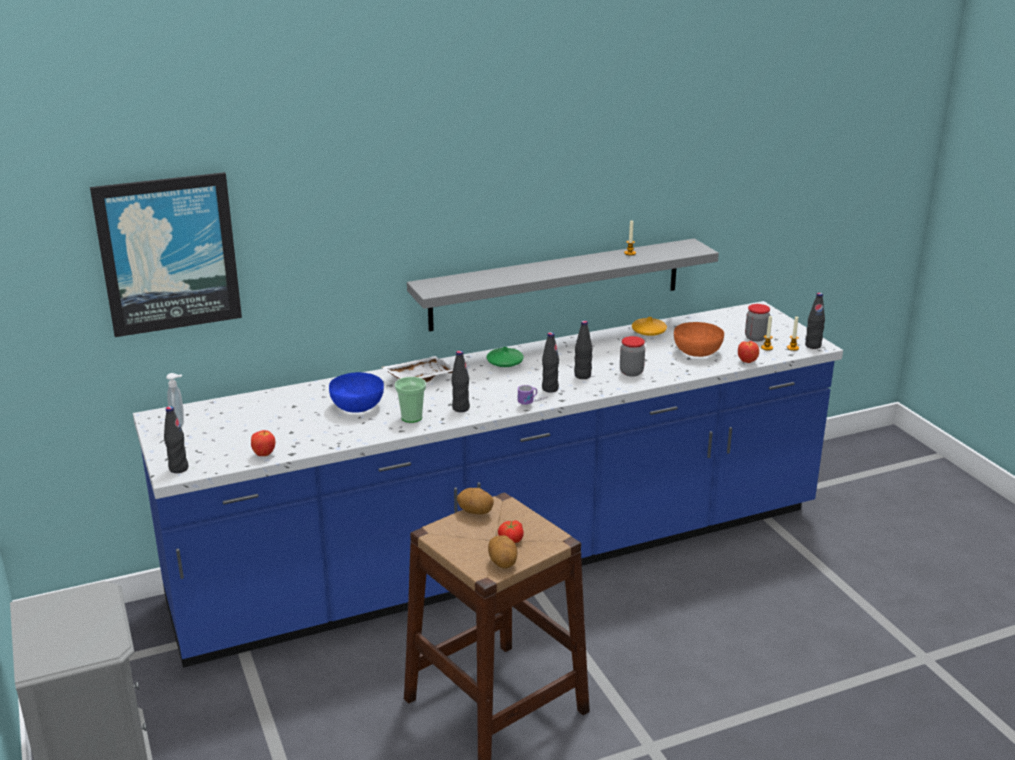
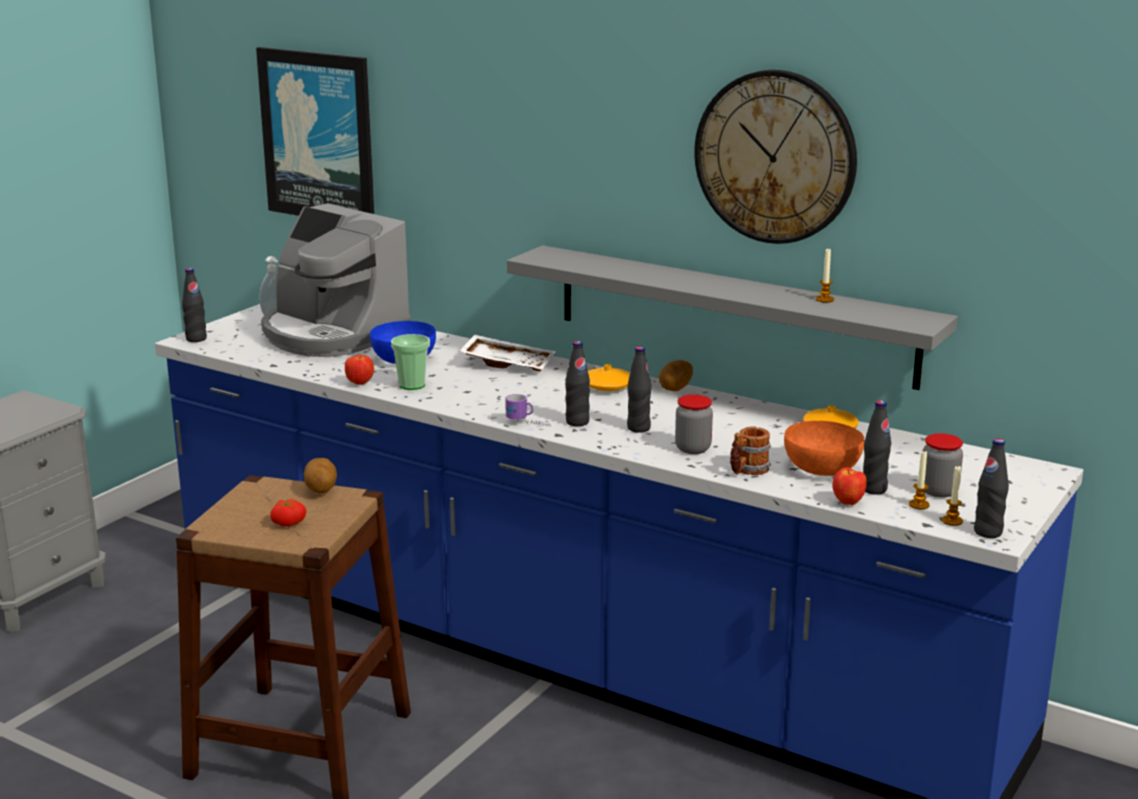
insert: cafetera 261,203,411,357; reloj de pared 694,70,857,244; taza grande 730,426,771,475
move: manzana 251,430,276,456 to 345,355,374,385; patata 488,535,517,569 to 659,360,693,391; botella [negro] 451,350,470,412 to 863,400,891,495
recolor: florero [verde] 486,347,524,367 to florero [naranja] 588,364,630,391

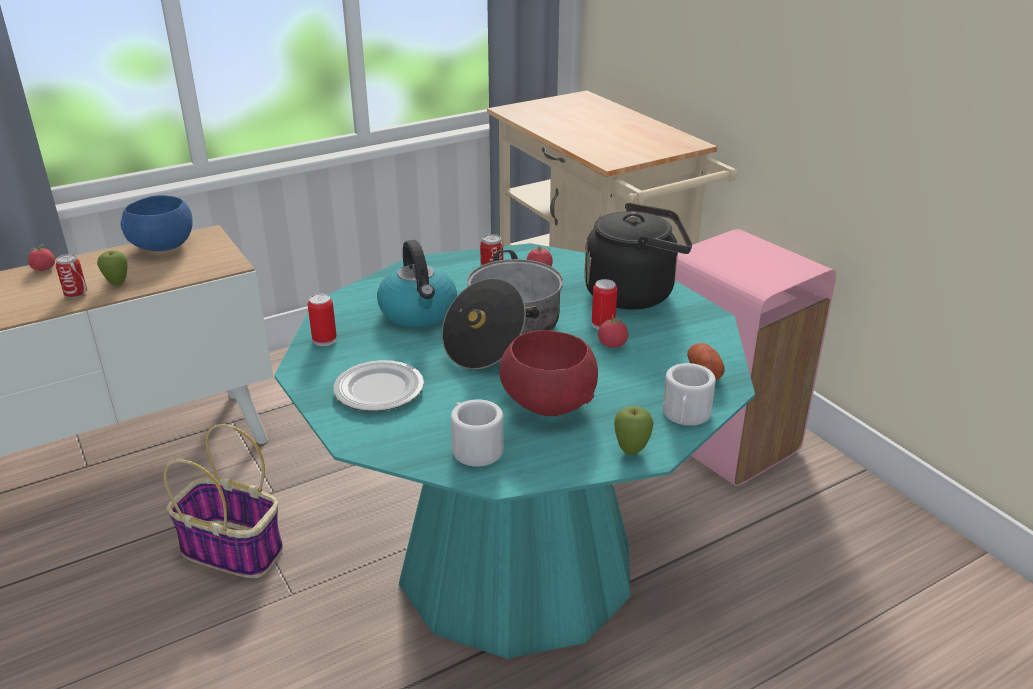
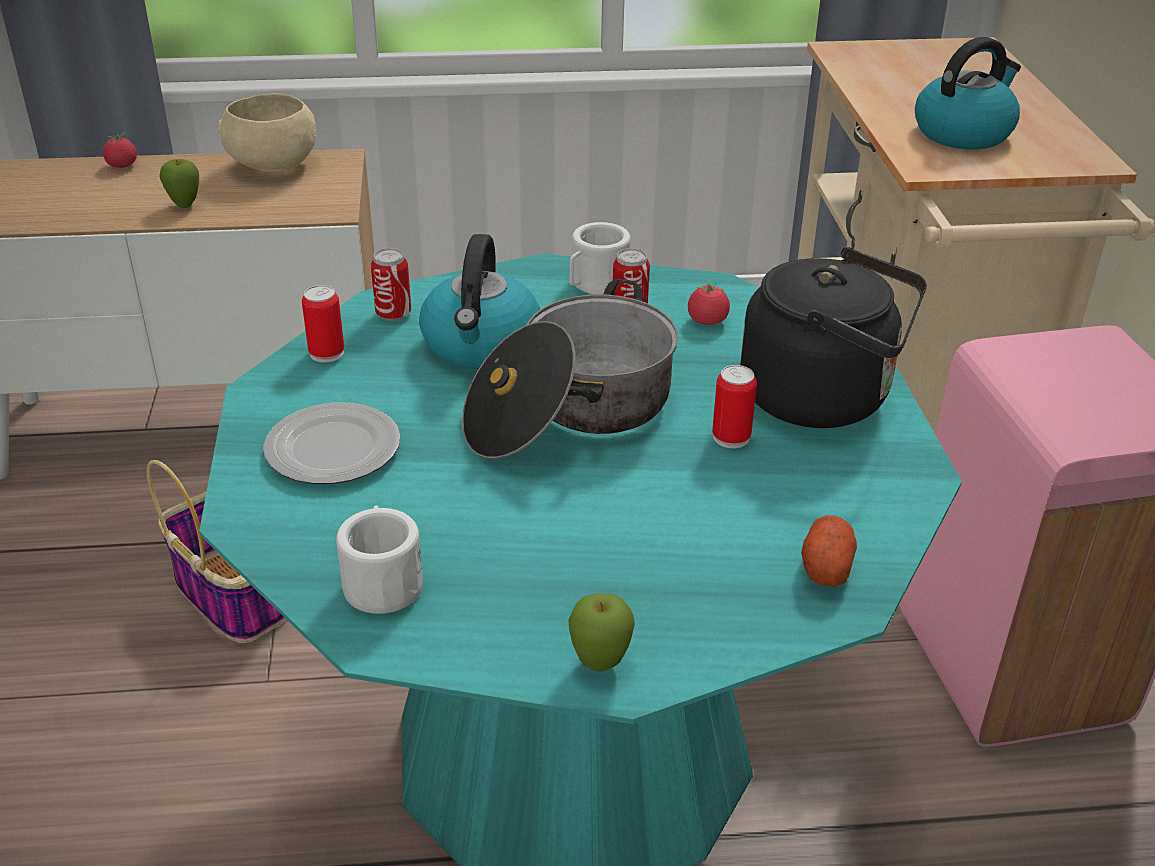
delete: cuenco [rojo] 499,330,598,416; tomate 598,314,628,348
insert: hervidor 915,37,1021,150
move: lata 56,254,87,298 to 371,248,411,321; taza grande [blanco] 663,363,716,426 to 569,222,631,295
recolor: cuenco [azul] 120,195,193,251 to cuenco [beis] 217,93,317,172

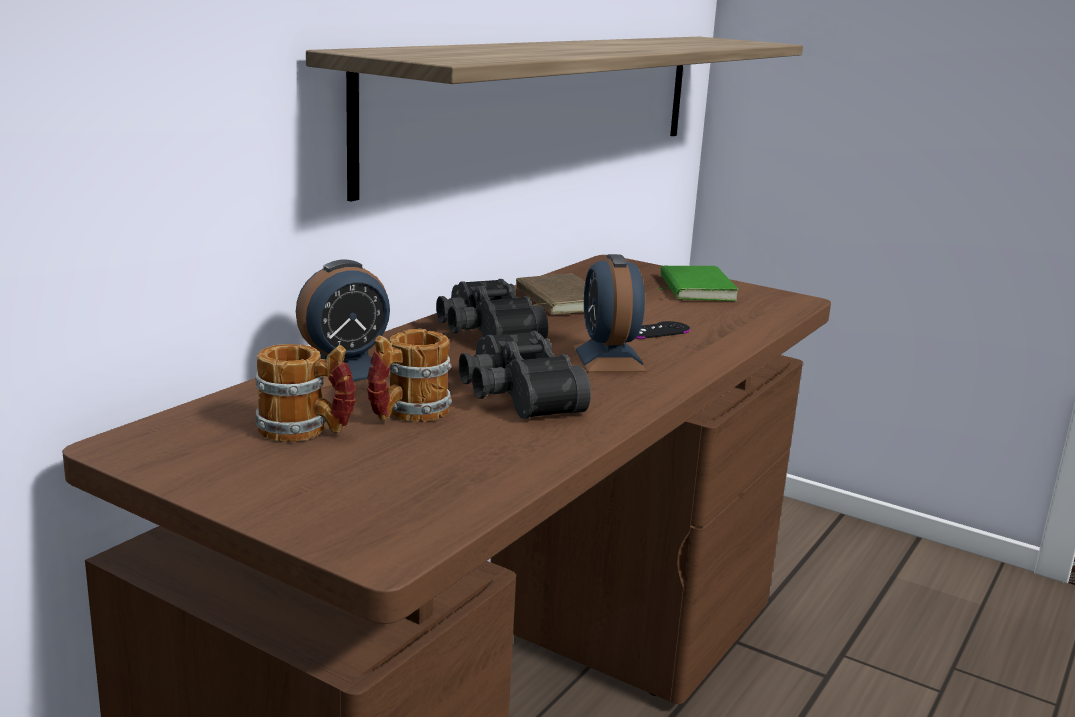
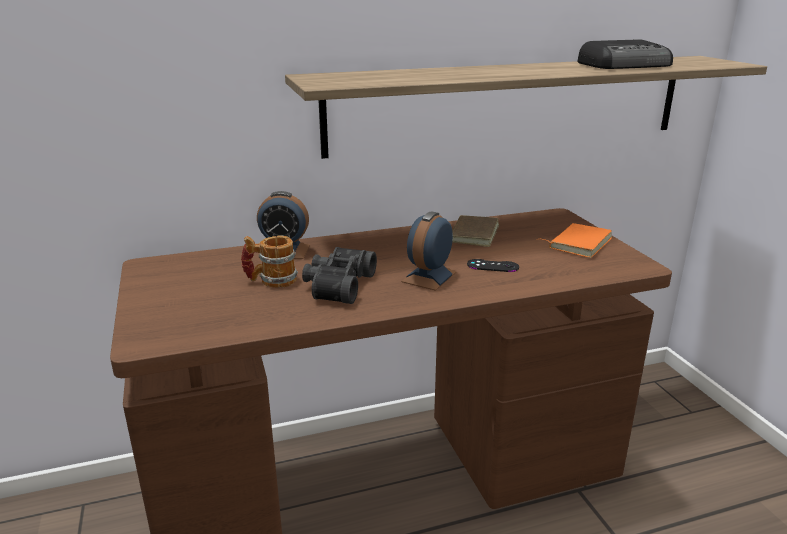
delete: taza grande 255,344,356,442; prismáticos [negro] 436,279,548,339
insert: radio 578,39,673,69
recolor: libro [verde] 657,266,739,301 to libro [naranja] 536,223,612,258

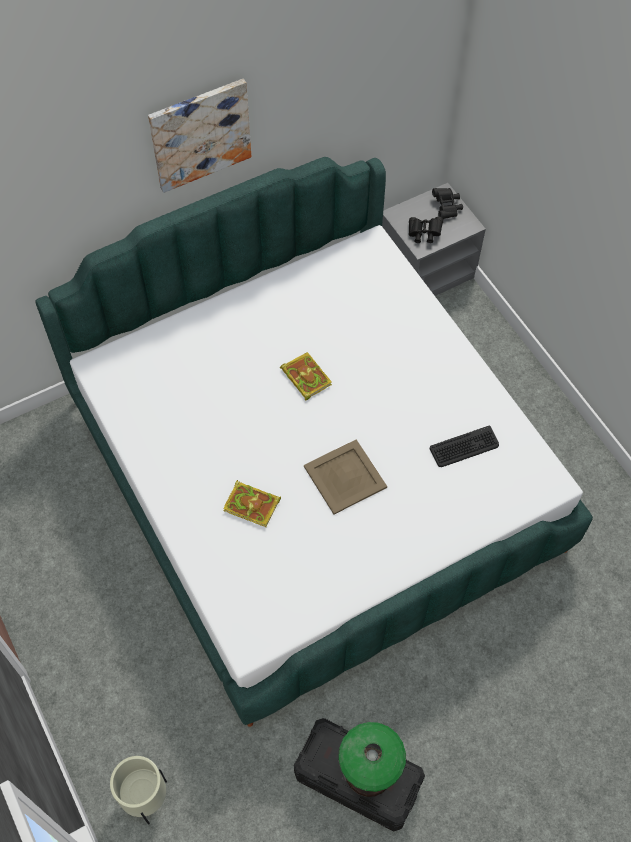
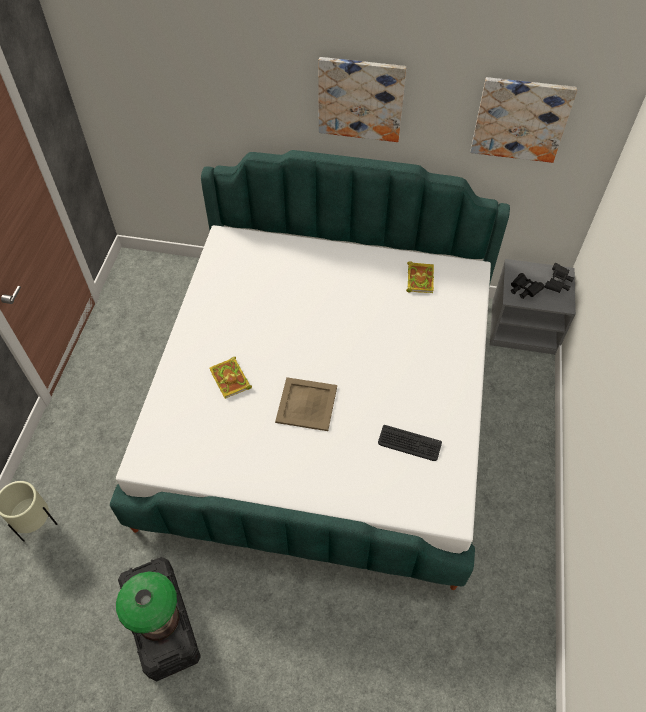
insert: cuadro 471,77,577,163
move: libro 280,352,332,400 to 406,261,434,293

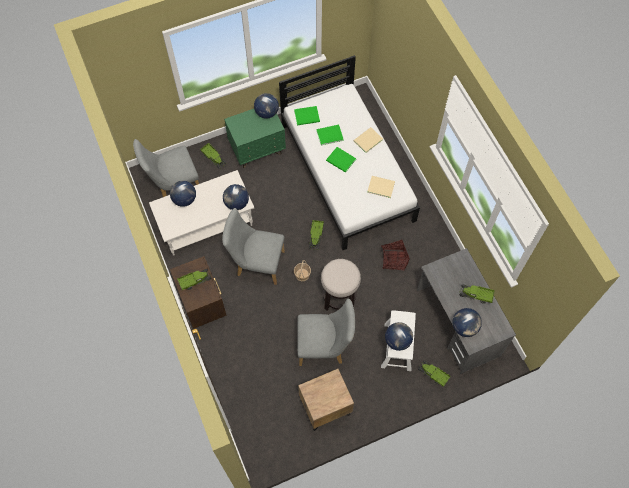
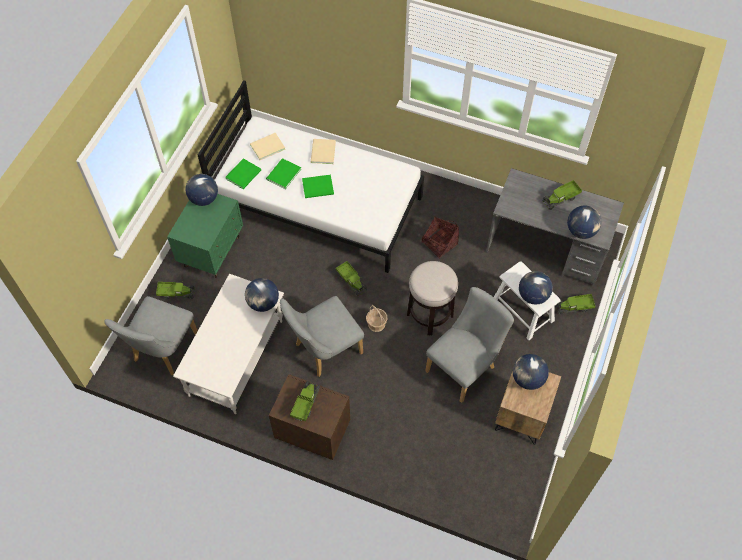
move: libro [beis] 367,176,395,198 to 250,133,286,160; globo terráqueo 170,181,196,207 to 513,354,549,390

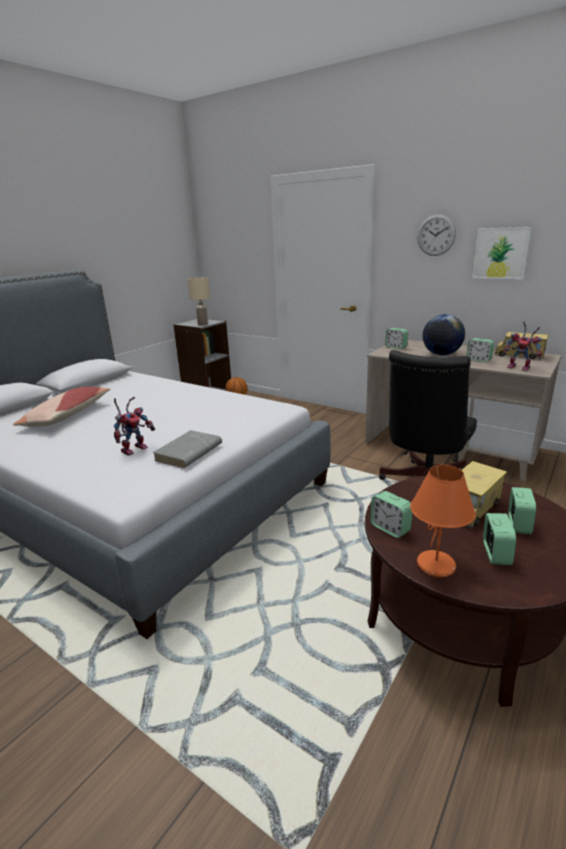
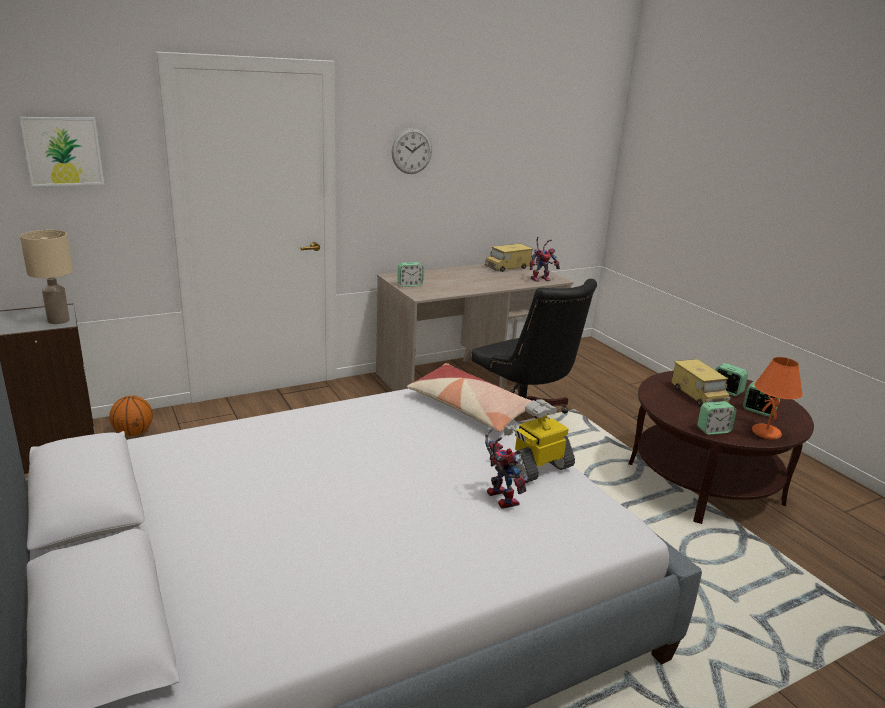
delete: globo terráqueo 422,314,465,355; despertador 466,338,494,362
move: cuadro 472,227,531,280 to 20,117,104,186; cojín 13,387,110,427 to 407,363,532,432
replace: libro [gris] 153,430,222,468 to robot de juguete 504,399,575,483

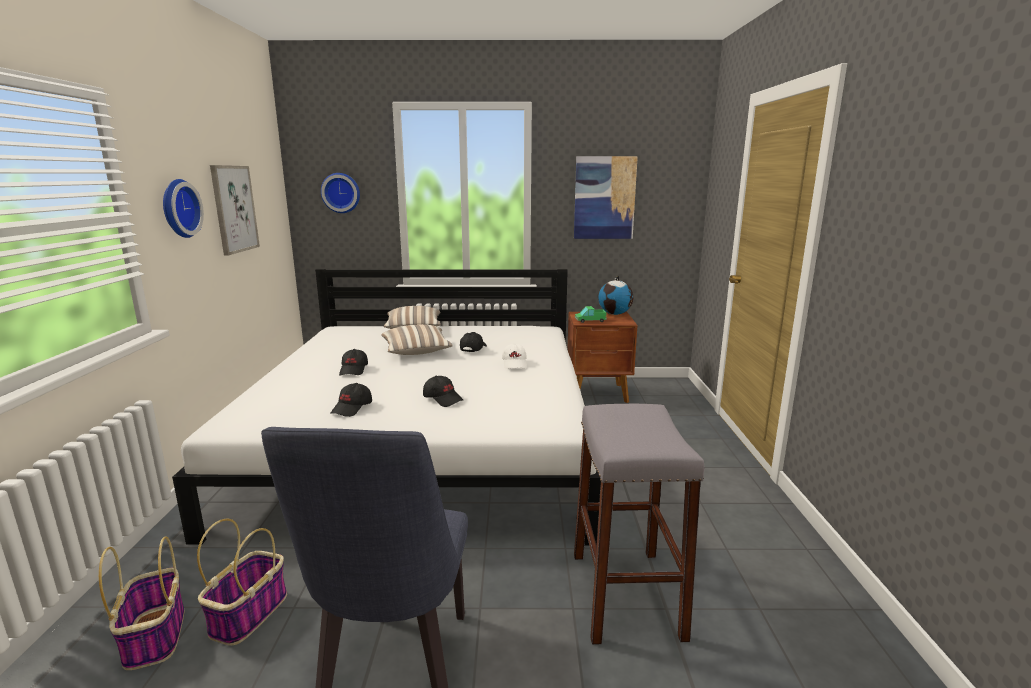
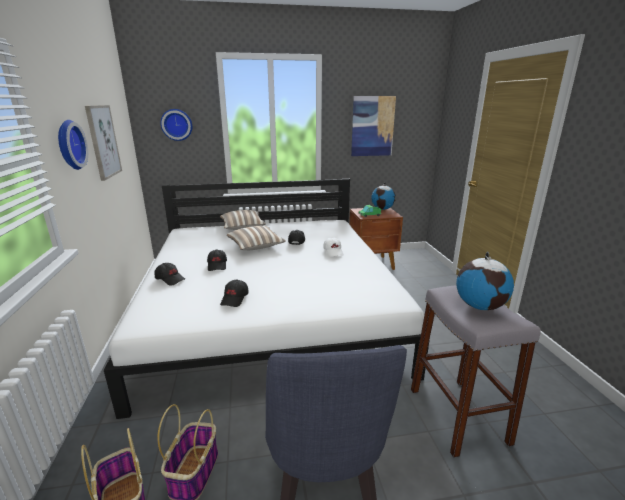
insert: globo terráqueo 456,252,514,310
move: gorra [negro] 423,376,463,407 to 155,263,185,286

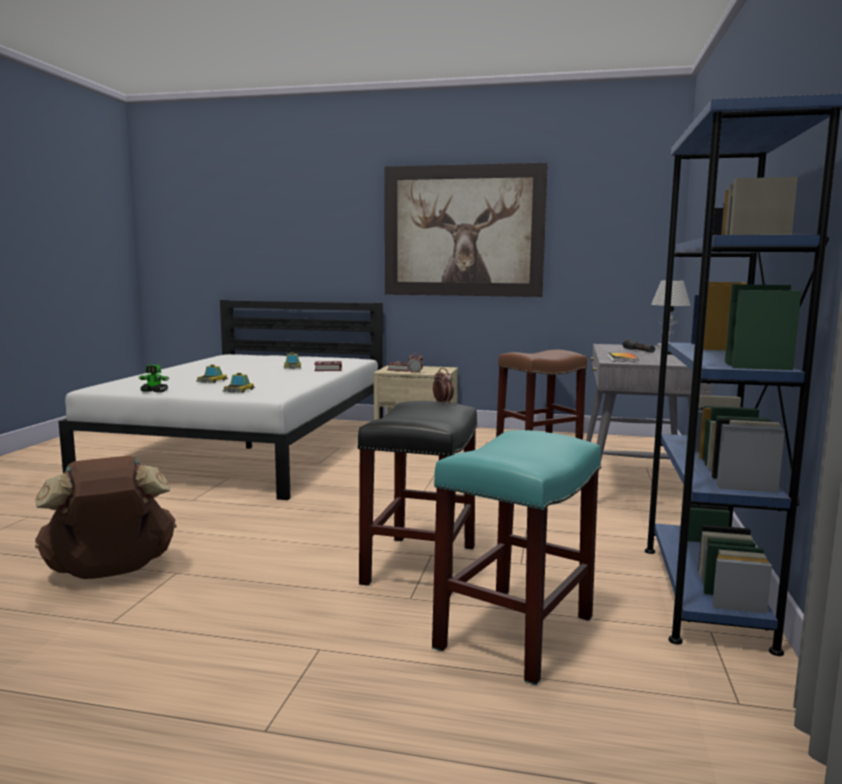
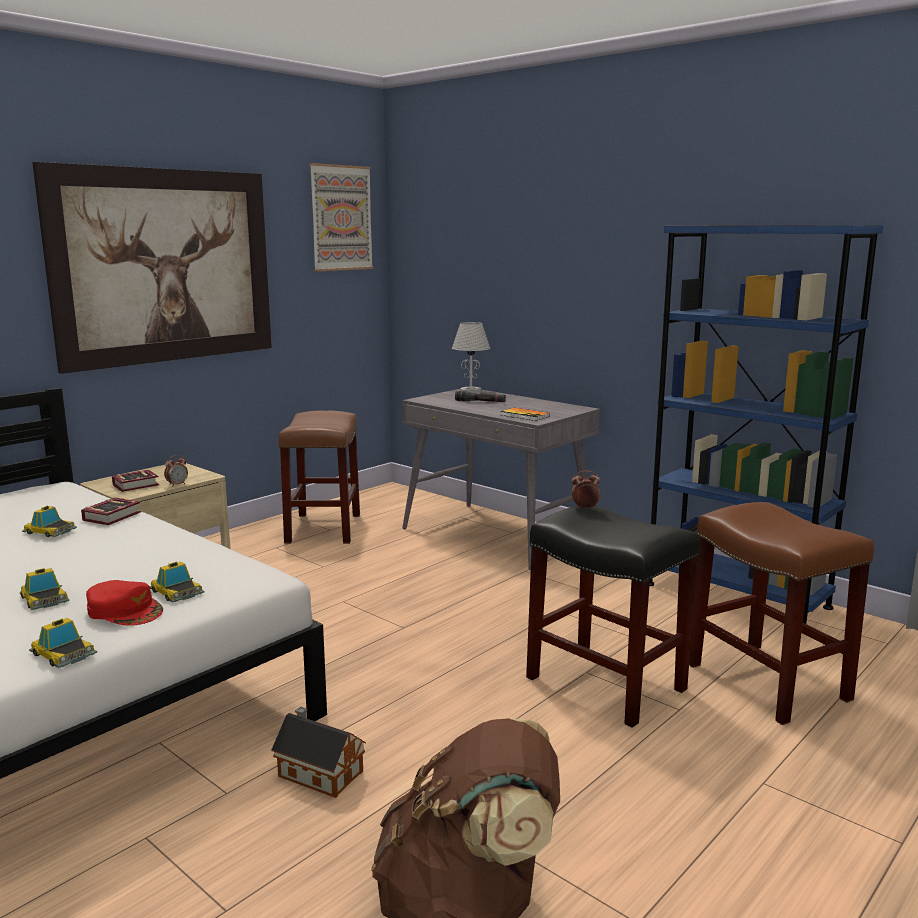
insert: gorra [rojo] 86,580,163,626; casita 271,706,366,798; cuadro 309,163,373,271
replace: robot de juguete 139,365,169,392 to coche de juguete 29,618,97,668
recolor: taburete [turquesa] 432,430,601,686 to taburete [marrón] 689,502,874,725

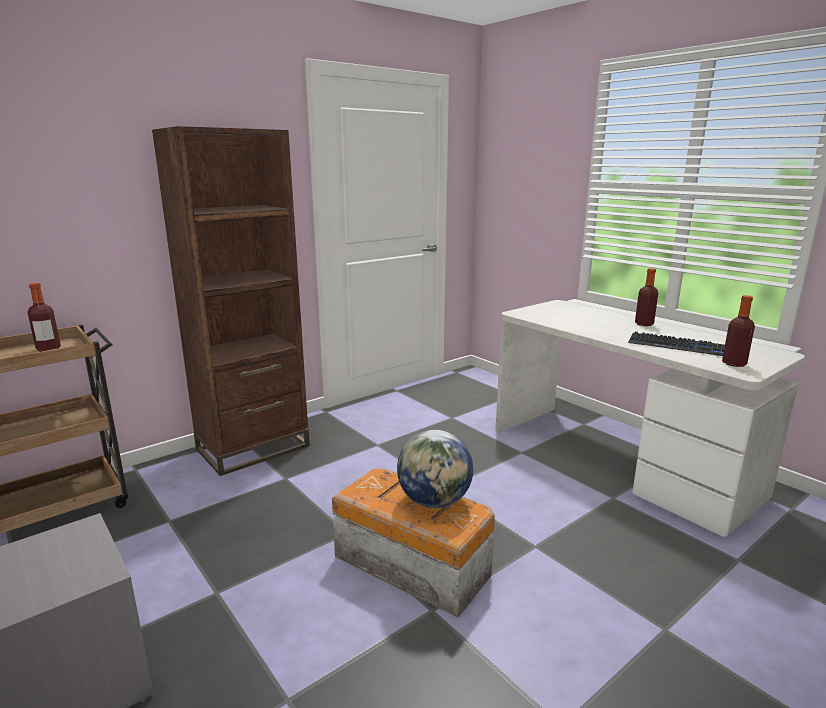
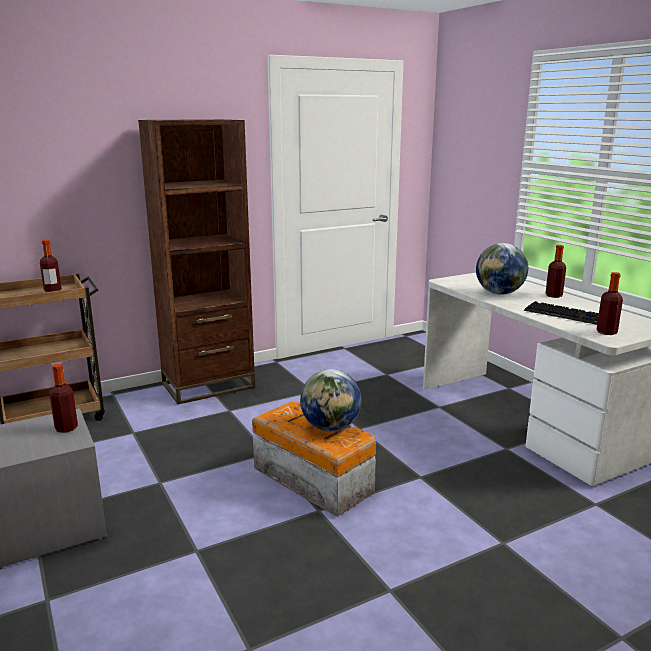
insert: botella 49,364,78,433; globo terráqueo 476,243,528,295

